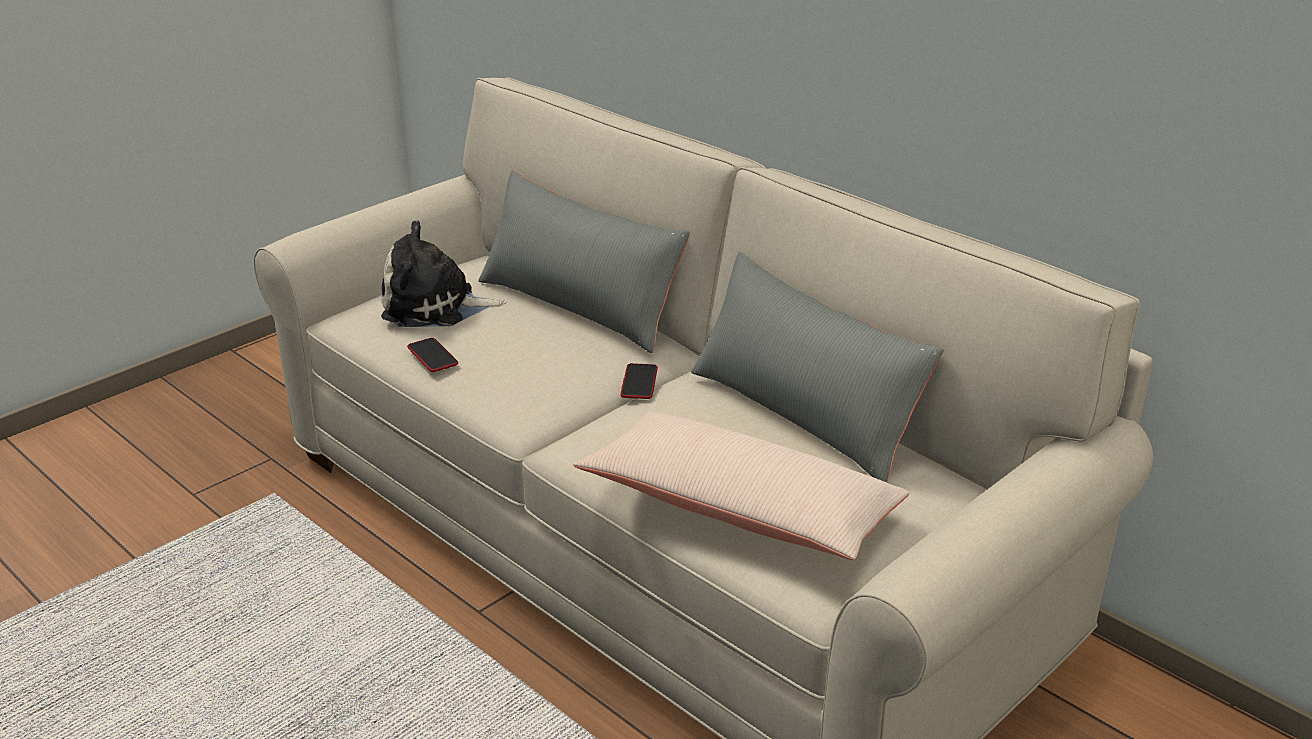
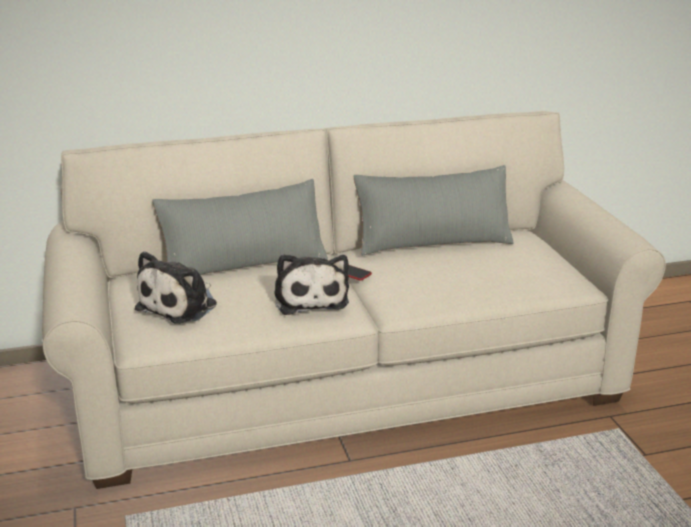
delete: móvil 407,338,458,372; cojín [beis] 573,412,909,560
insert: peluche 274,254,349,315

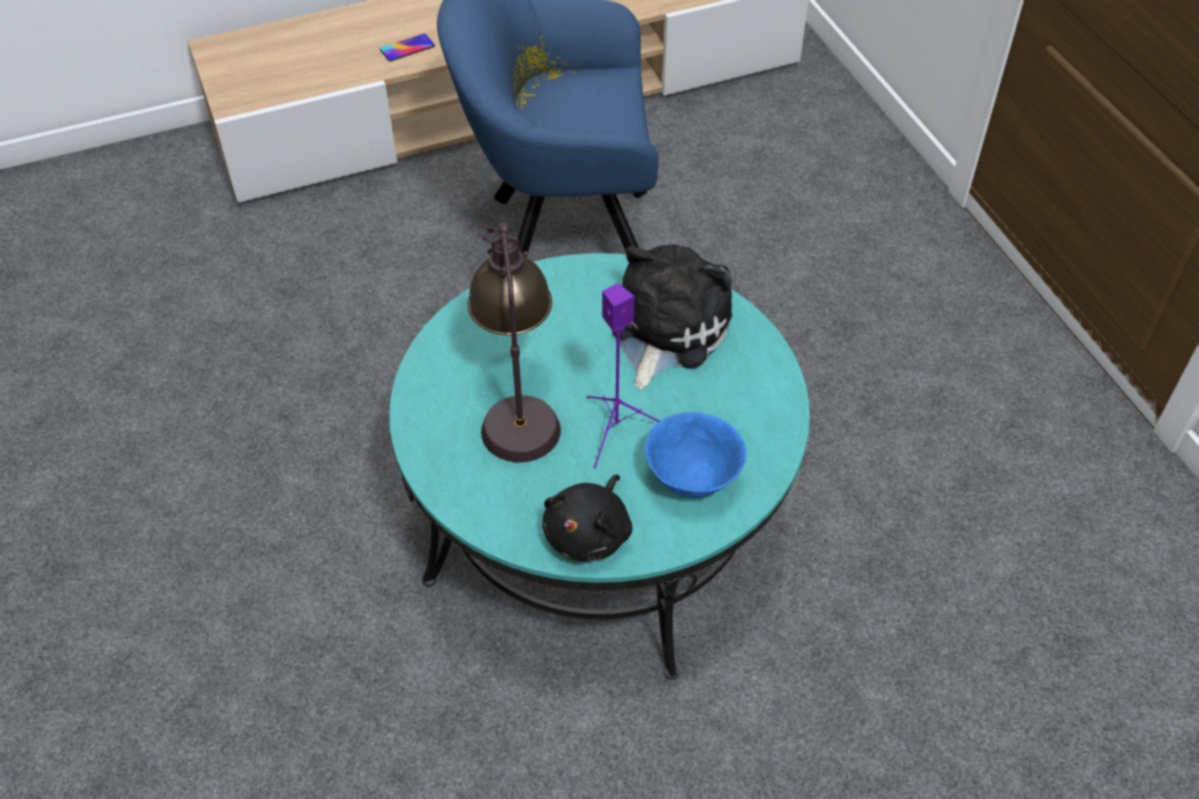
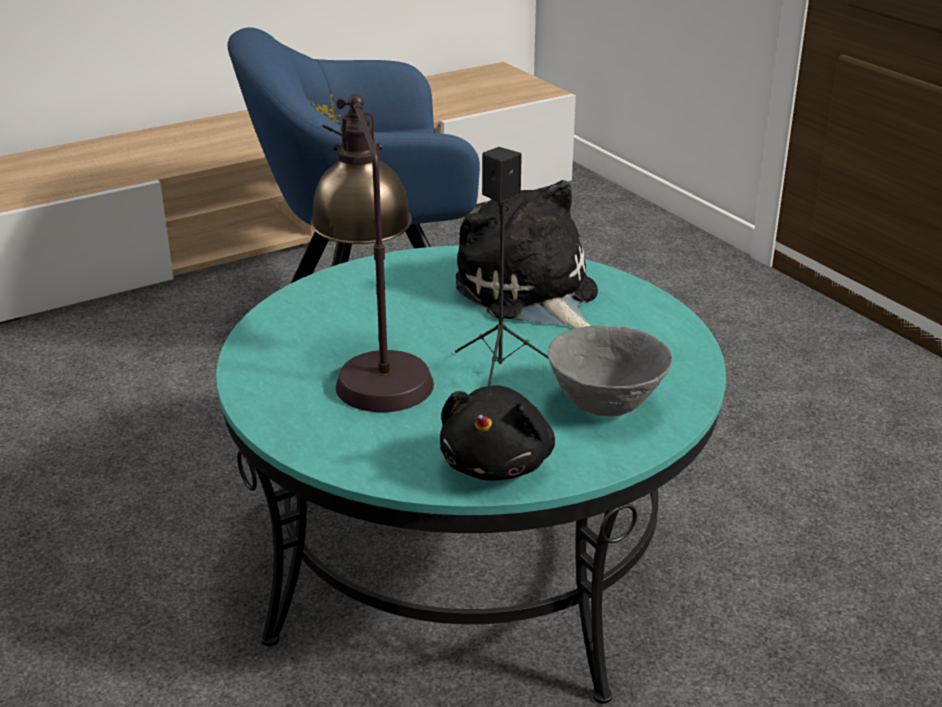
delete: móvil 380,34,435,61
recolor: altavoz [morado] 586,283,660,468 to altavoz [negro] 455,147,548,386; cuenco [azul] 645,412,747,498 to cuenco [gris] 548,326,673,416
rotate: peluche 612,244,732,390 = 456,180,598,329 45 degrees counterclockwise

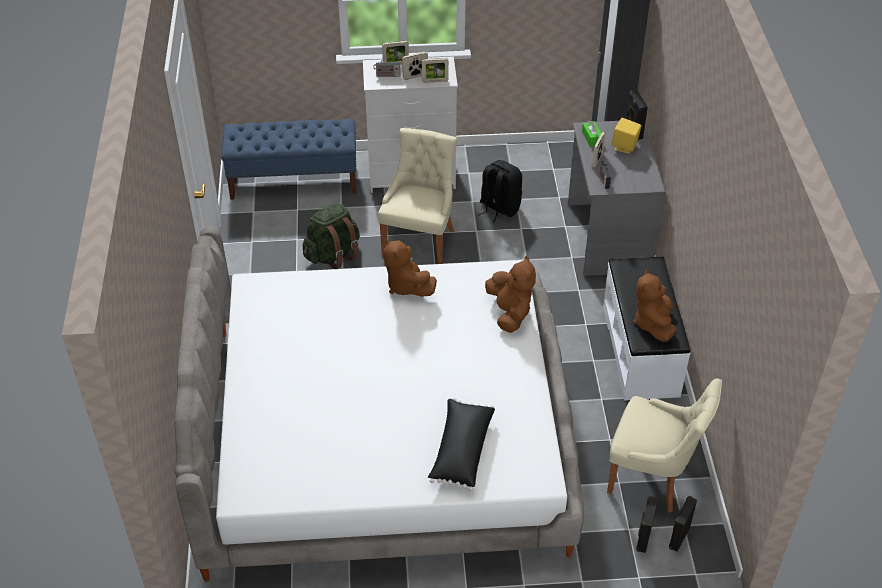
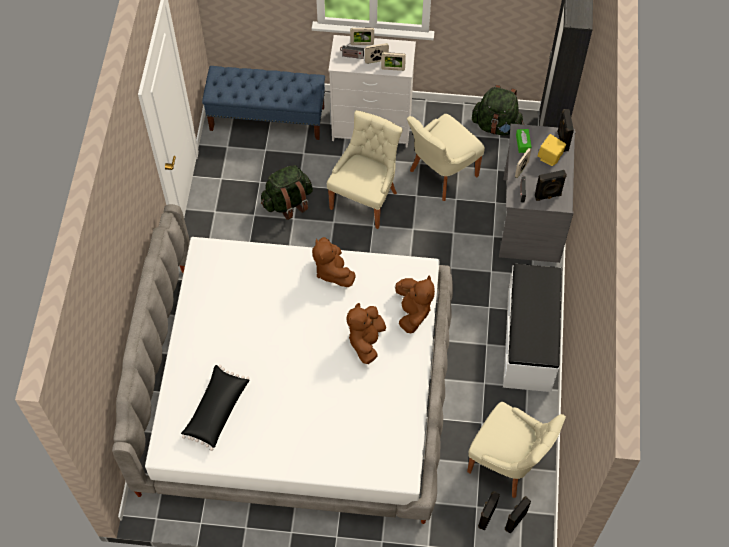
insert: mochila [verde] 472,85,524,136; altavoz [negro] 535,170,567,201
move: cojín [negro] 428,398,495,491 to 181,365,250,451; peluche [marrón] 633,269,676,342 to 346,303,386,364
replace: mochila [negro] 478,160,522,223 to silla [beis] 407,114,485,201

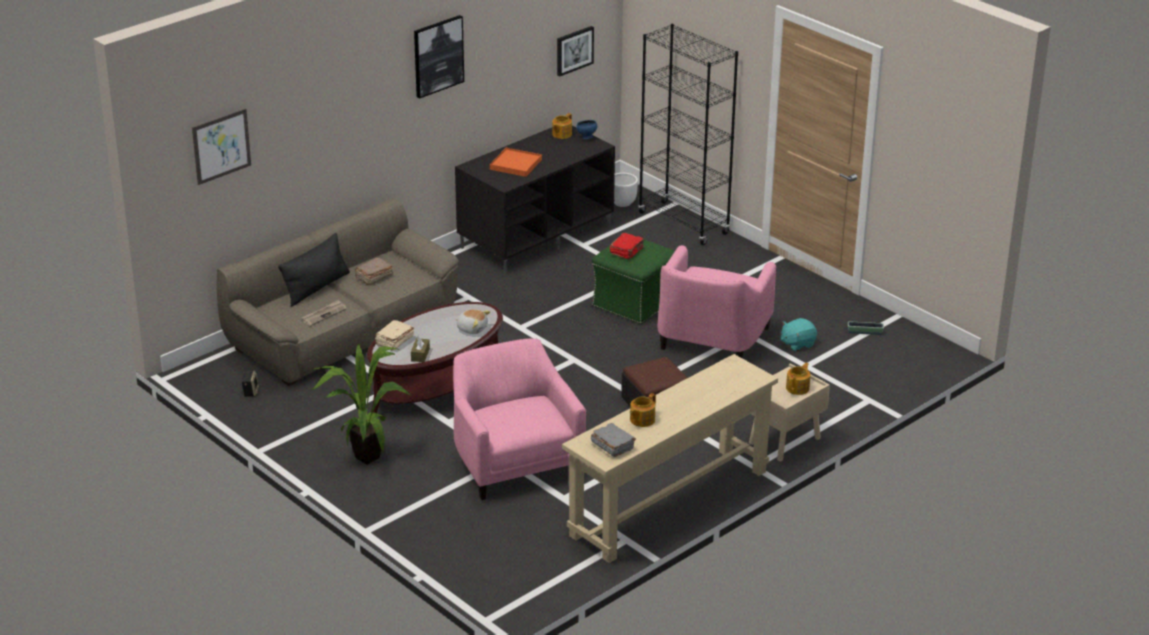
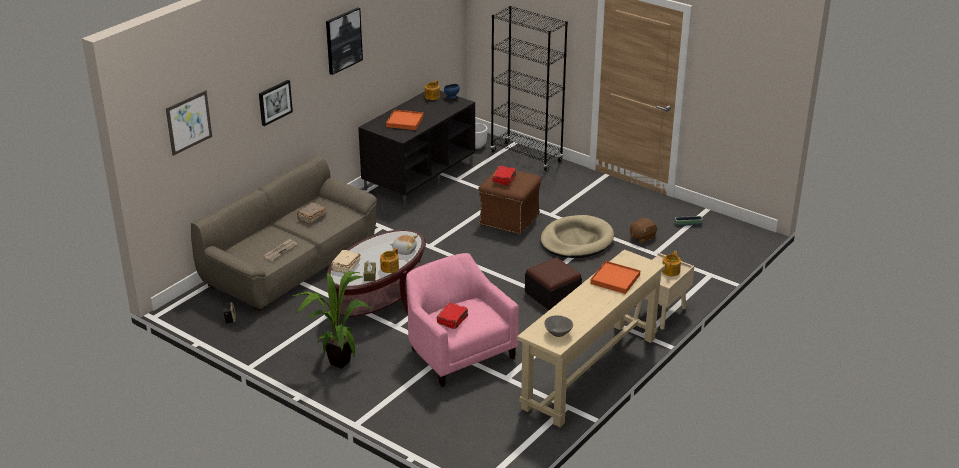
delete: cojín [negro] 278,233,350,306
insert: libro [rojo] 437,303,468,329; bandeja [naranja] 590,261,640,294
move: cuadro 557,26,594,76 to 259,80,293,126; tetera 630,393,656,427 to 380,248,399,273
replace: sillón [rosa] 658,245,776,358 to cama para perro [beis] 540,215,614,258; libro [gris] 591,423,636,457 to cuenco [gris] 544,315,573,337
recolor: puf [verde] 592,240,675,324 to puf [marrón] 478,168,542,235; peluche [turquesa] 781,318,817,352 to peluche [marrón] 630,218,657,244

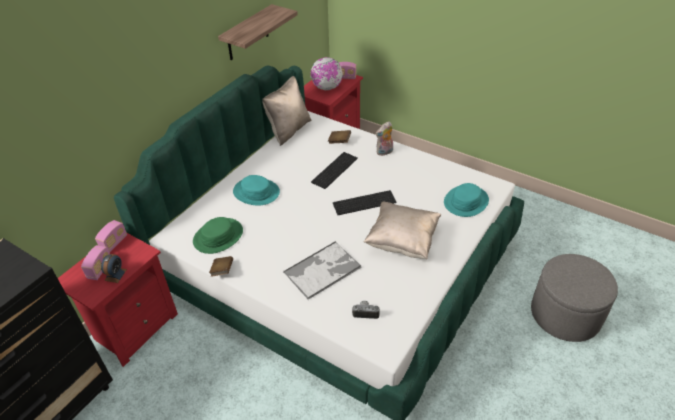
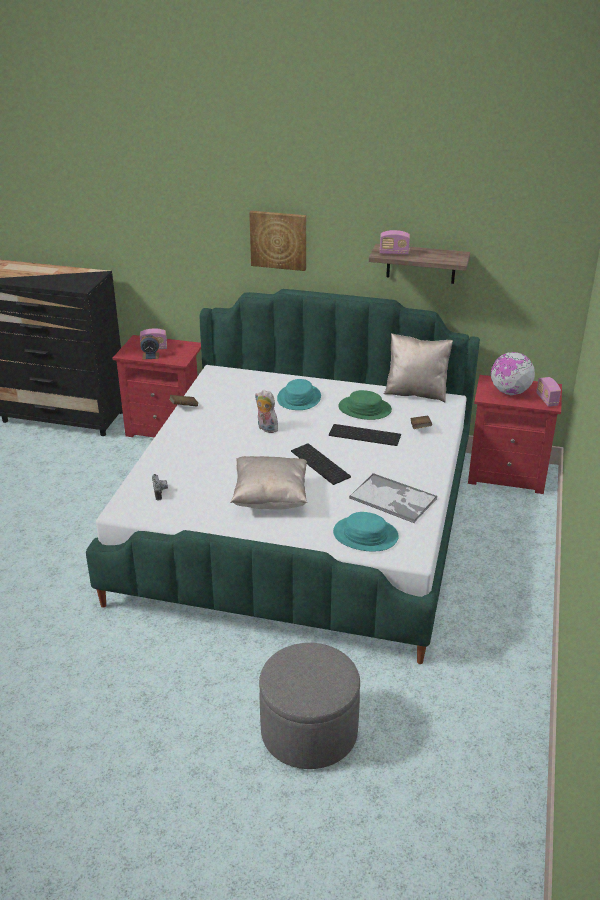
insert: cuadro 249,211,306,271
move: peluche 375,121,393,156 to 255,390,278,433; sombrero [verde] 193,217,243,254 to 338,390,392,420; bandeja 283,241,361,300 to 349,473,437,523; radio 95,220,127,253 to 380,230,410,255

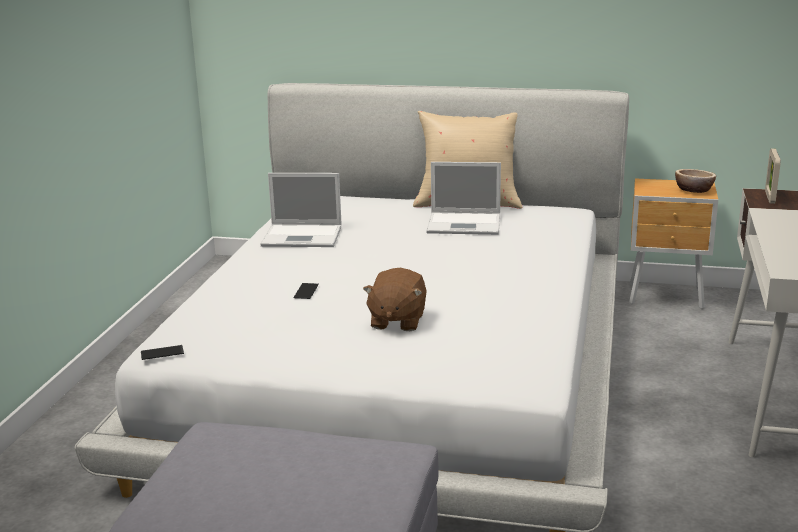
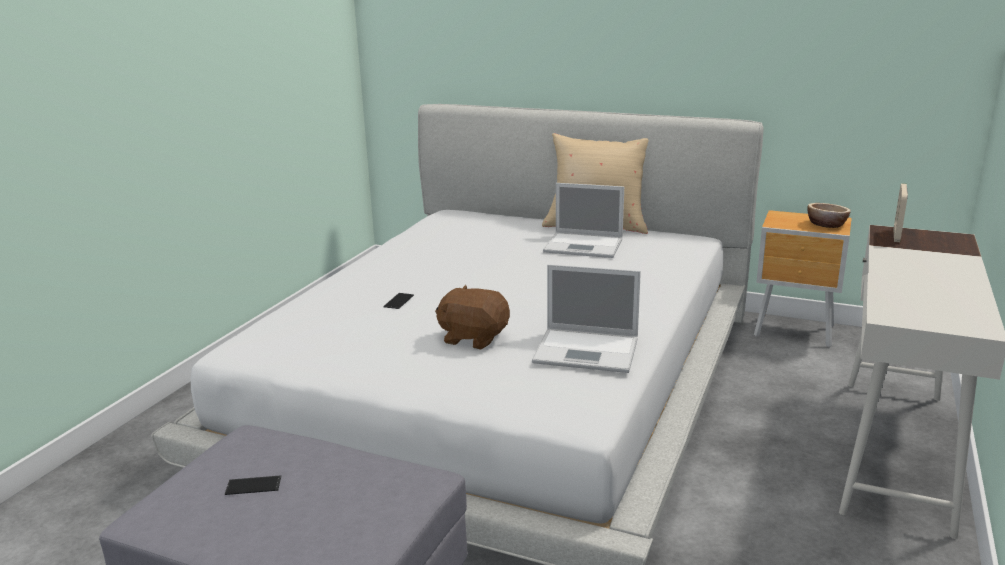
move: móvil 141,345,184,360 to 225,475,281,495; portátil 260,173,342,247 to 532,264,641,373
rotate: peluche [marrón] 363,268,427,331 = 435,285,510,350 90 degrees clockwise

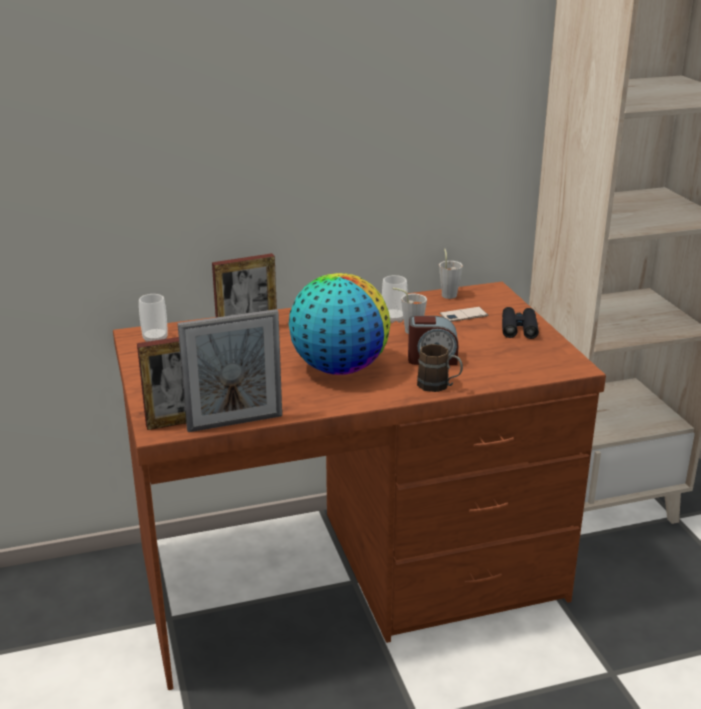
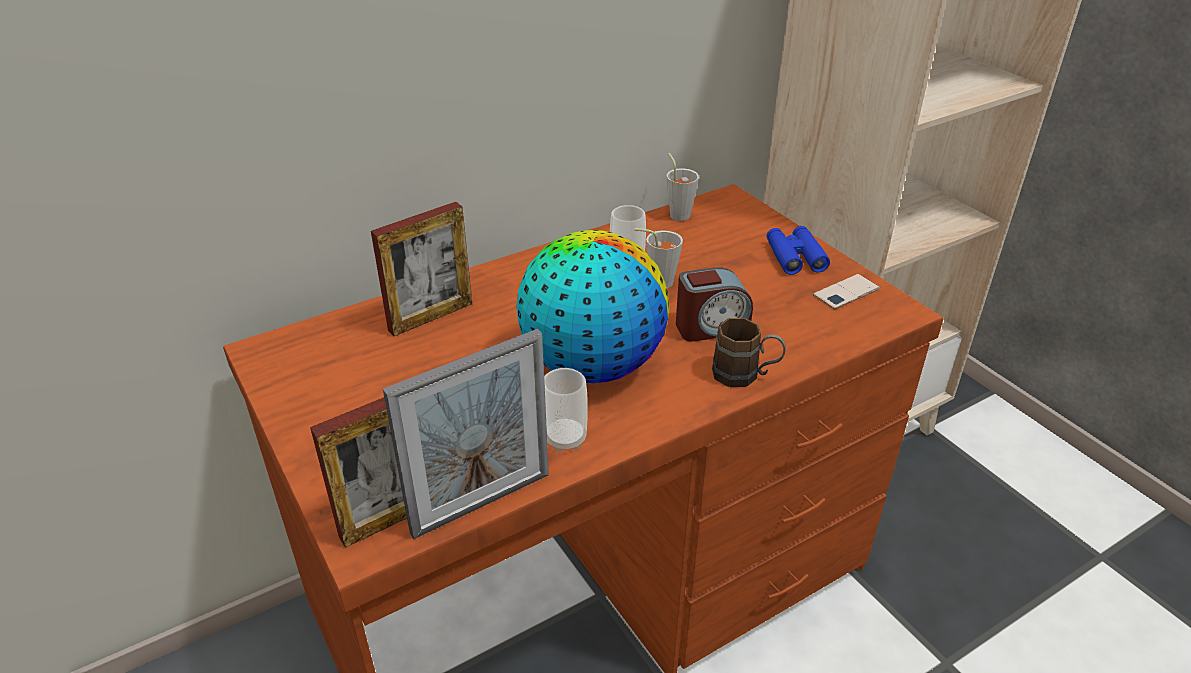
move: taza 139,294,168,342 to 544,368,588,451; móvil 440,307,488,322 to 813,274,880,309
recolor: prismáticos [negro] 502,307,539,339 to prismáticos [azul] 766,226,830,275

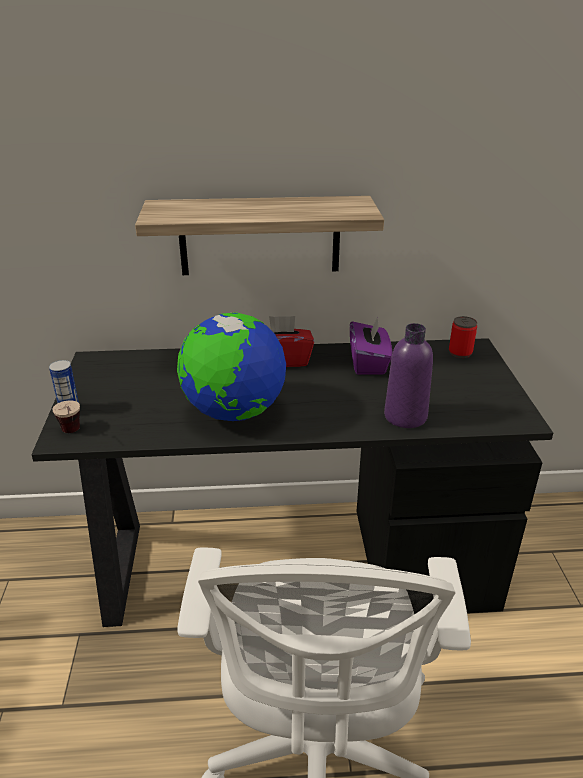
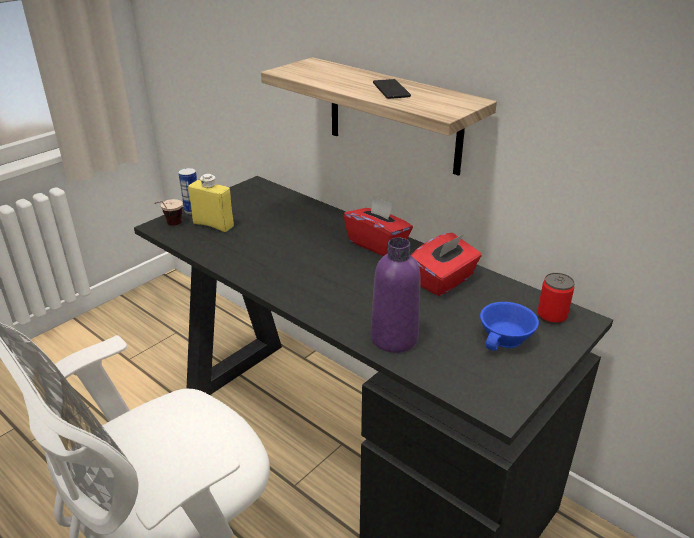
delete: globo terráqueo 177,312,286,421
insert: botella [amarillo] 188,174,234,232; móvil 373,79,411,99; taza [azul] 480,302,539,351
recolor: caja de pañuelos [morado] 350,317,392,374 to caja de pañuelos [rojo] 411,233,482,296

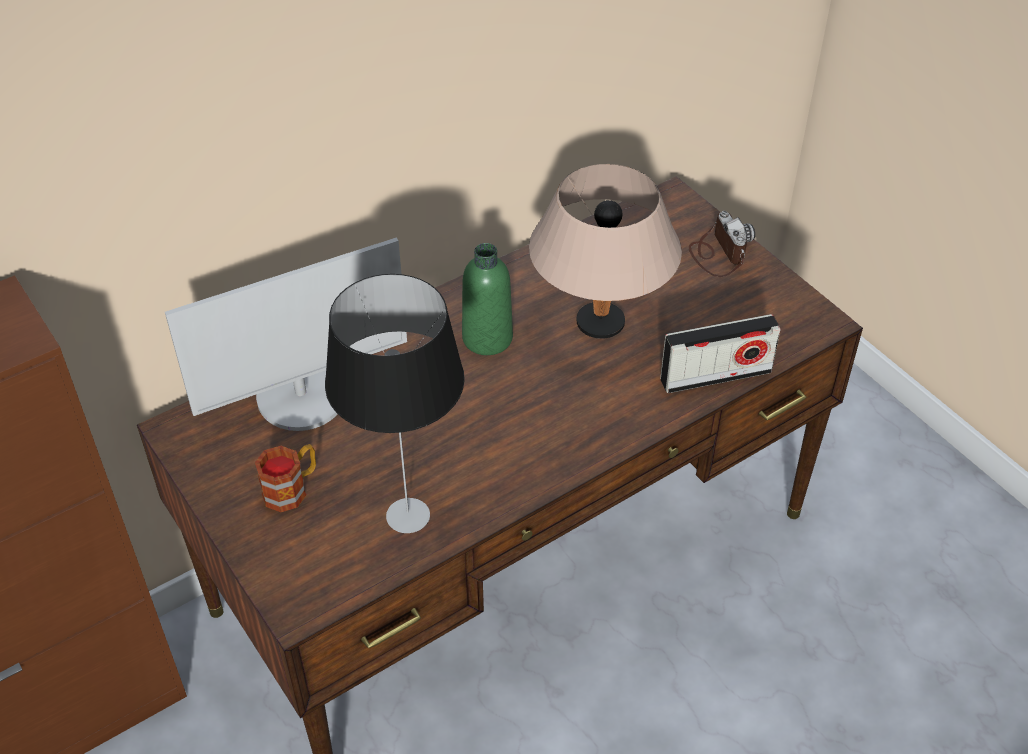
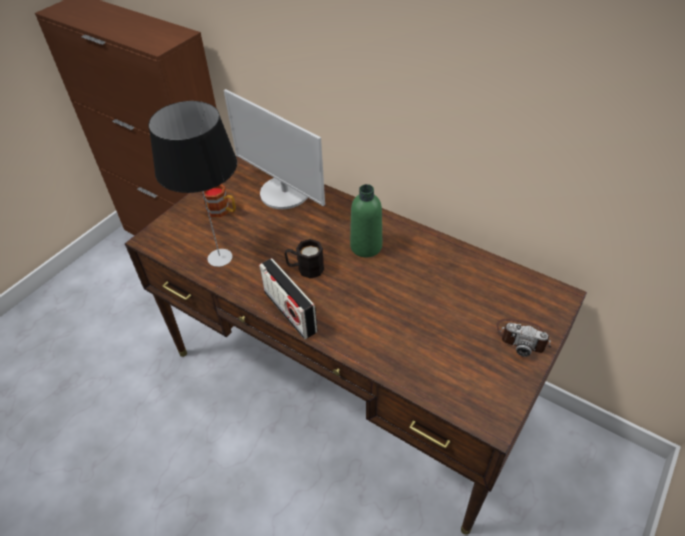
delete: lámpara de mesa [beis] 529,164,682,339
insert: taza grande [negro] 285,239,324,279
move: radio 660,314,781,393 to 259,258,318,339
rotate: cámara 689,211,755,277 = 496,319,551,357 60 degrees clockwise

